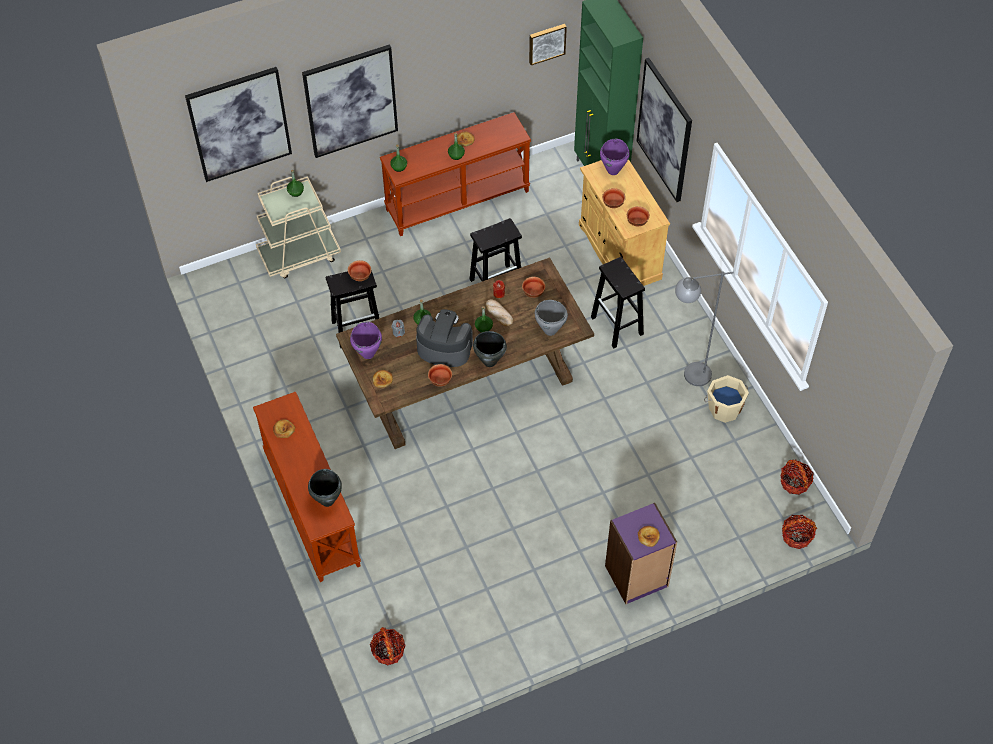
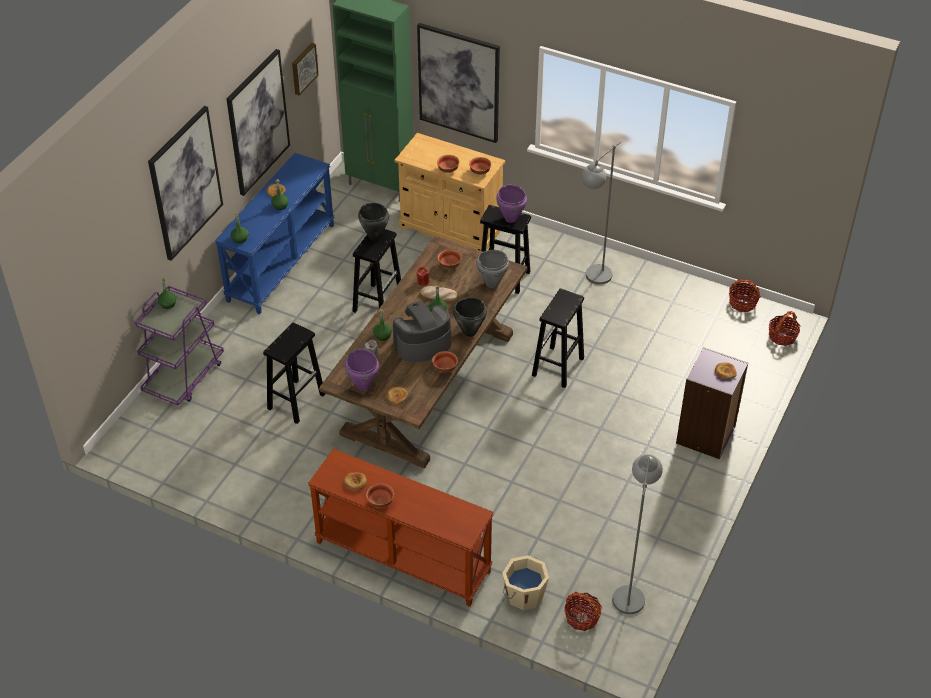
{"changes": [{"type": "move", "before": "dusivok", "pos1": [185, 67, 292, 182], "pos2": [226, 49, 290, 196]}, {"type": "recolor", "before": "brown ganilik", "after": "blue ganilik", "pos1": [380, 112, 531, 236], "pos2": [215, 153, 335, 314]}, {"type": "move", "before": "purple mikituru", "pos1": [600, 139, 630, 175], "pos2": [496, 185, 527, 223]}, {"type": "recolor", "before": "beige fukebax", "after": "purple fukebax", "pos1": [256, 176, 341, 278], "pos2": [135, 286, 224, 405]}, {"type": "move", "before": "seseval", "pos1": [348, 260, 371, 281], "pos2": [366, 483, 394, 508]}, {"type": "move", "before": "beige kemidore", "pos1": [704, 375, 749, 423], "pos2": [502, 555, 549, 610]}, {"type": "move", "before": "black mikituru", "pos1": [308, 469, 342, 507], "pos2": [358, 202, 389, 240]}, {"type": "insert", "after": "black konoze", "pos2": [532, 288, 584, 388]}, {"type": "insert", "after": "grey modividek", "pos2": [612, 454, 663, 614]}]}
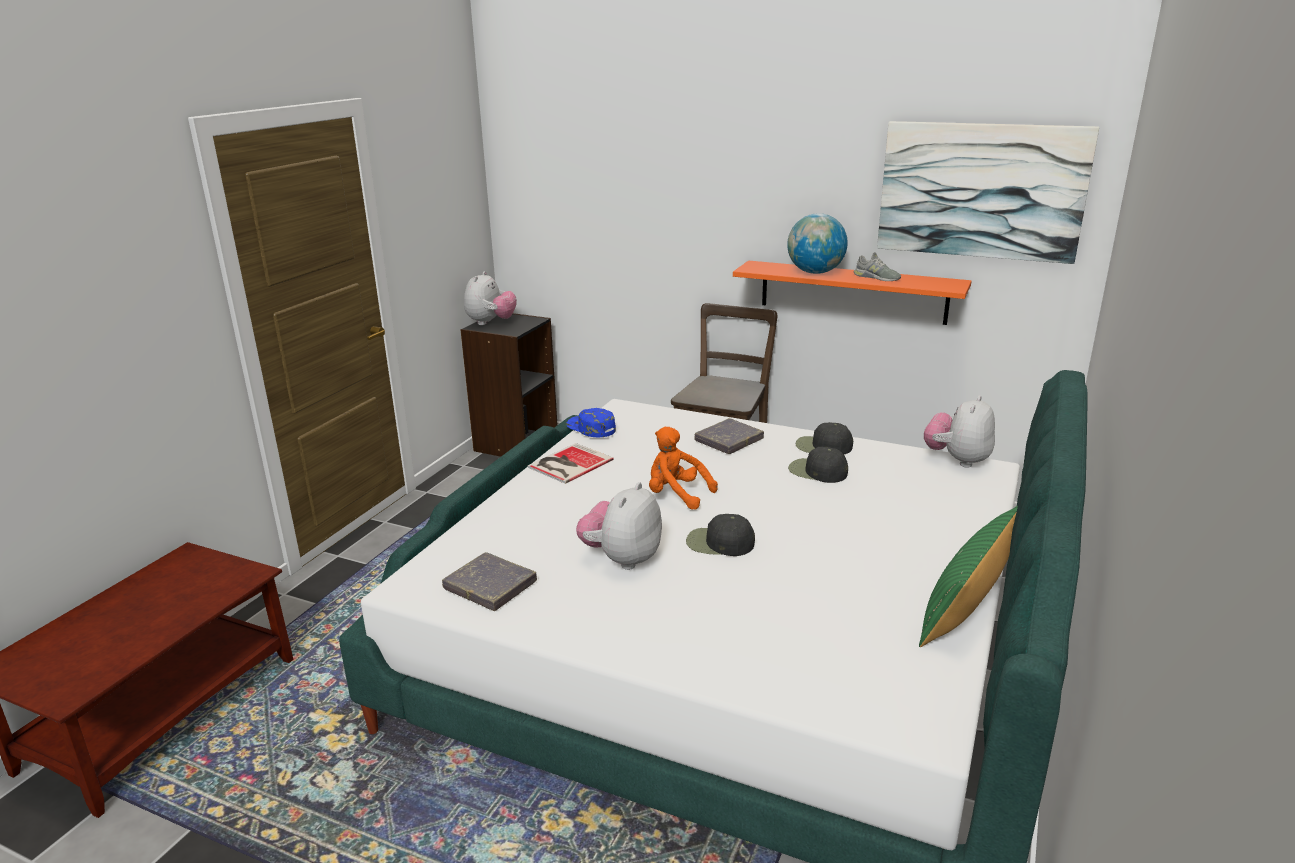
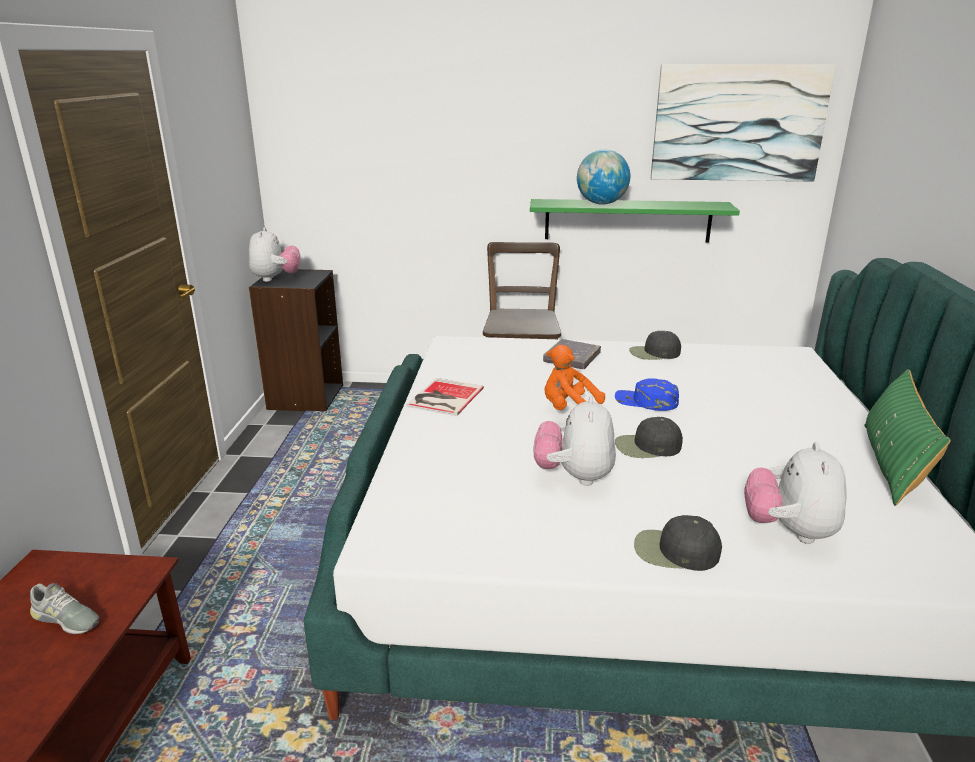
{"changes": [{"type": "move", "before": "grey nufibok", "pos1": [854, 252, 901, 281], "pos2": [30, 583, 99, 634]}, {"type": "recolor", "before": "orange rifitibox", "after": "green rifitibox", "pos1": [733, 261, 972, 325], "pos2": [530, 199, 740, 243]}, {"type": "move", "before": "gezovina", "pos1": [924, 395, 995, 468], "pos2": [744, 442, 847, 544]}, {"type": "move", "before": "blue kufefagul", "pos1": [566, 408, 616, 437], "pos2": [615, 378, 679, 411]}, {"type": "move", "before": "black kufefagul", "pos1": [788, 447, 848, 483], "pos2": [634, 515, 722, 571]}, {"type": "delete", "before": "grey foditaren", "pos1": [442, 552, 537, 611]}]}
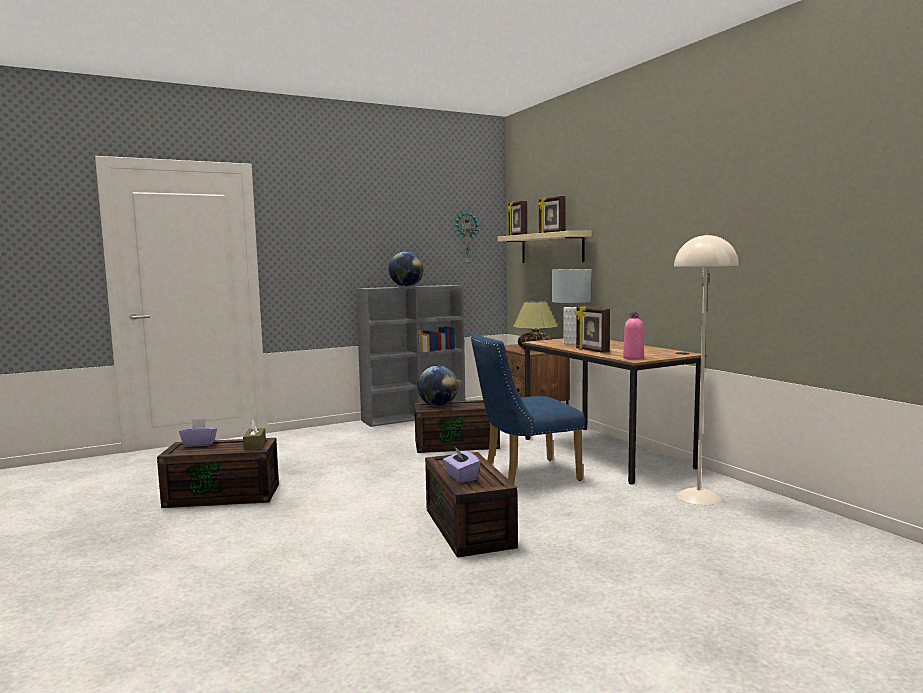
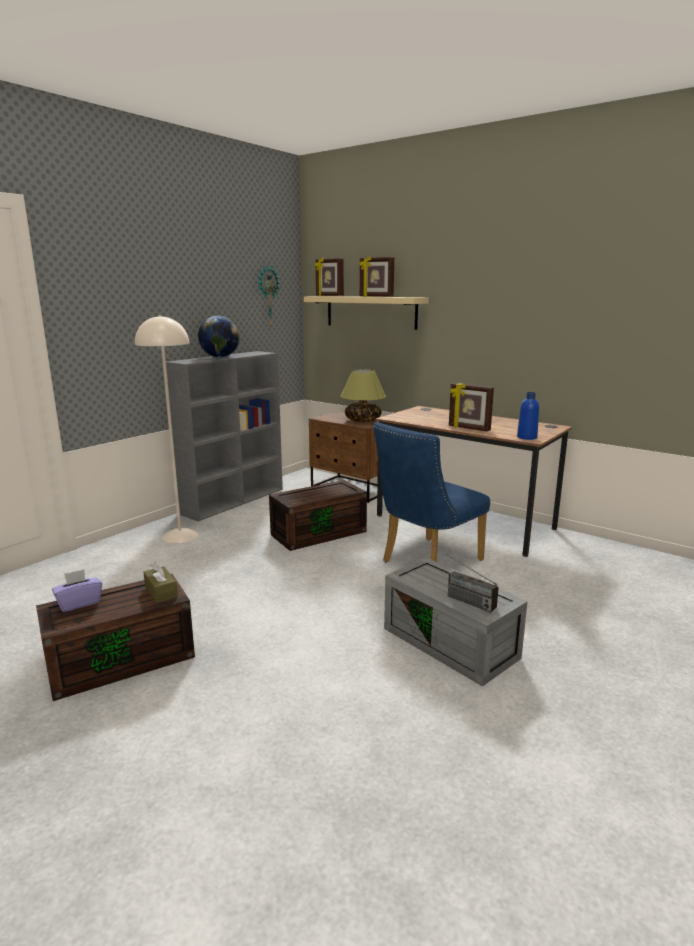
{"changes": [{"type": "move", "before": "beige modividek", "pos1": [674, 233, 739, 505], "pos2": [135, 315, 198, 543]}, {"type": "delete", "before": "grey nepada", "pos1": [552, 269, 591, 344]}, {"type": "recolor", "before": "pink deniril", "after": "blue deniril", "pos1": [623, 312, 644, 360], "pos2": [517, 392, 539, 440]}, {"type": "delete", "before": "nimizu", "pos1": [417, 366, 458, 406]}, {"type": "replace", "before": "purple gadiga", "after": "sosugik", "pos1": [443, 446, 480, 483], "pos2": [433, 546, 499, 612]}, {"type": "recolor", "before": "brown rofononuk", "after": "grey rofononuk", "pos1": [425, 452, 518, 558], "pos2": [384, 558, 528, 686]}]}
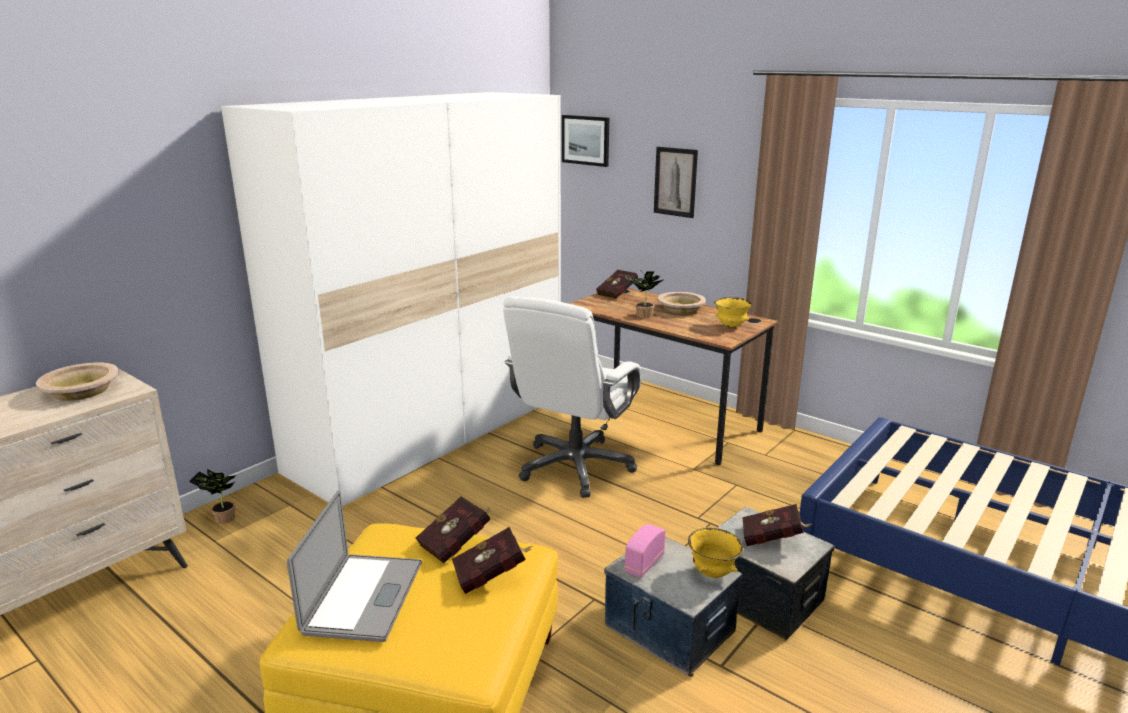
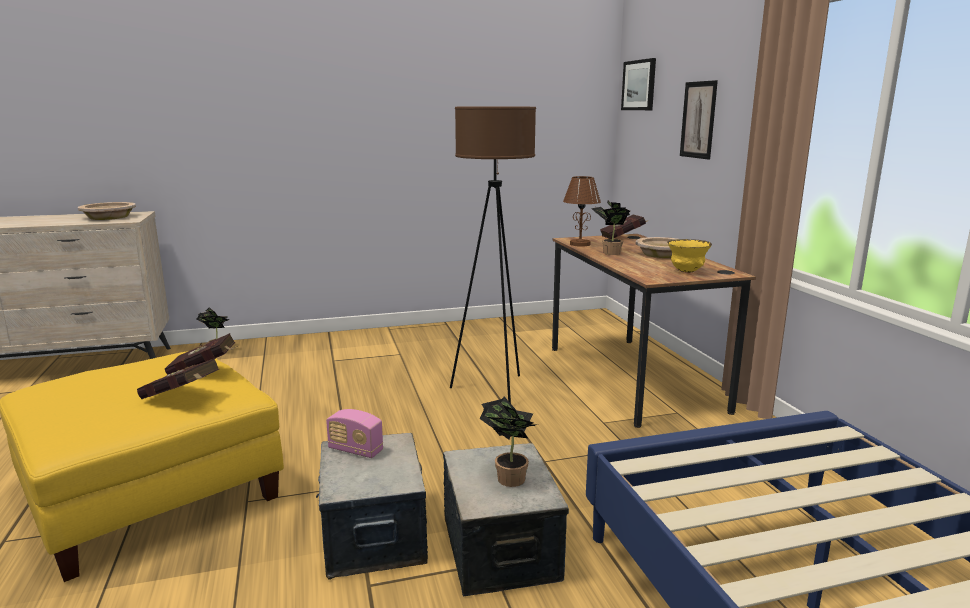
{"changes": [{"type": "delete", "before": "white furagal", "pos1": [221, 92, 561, 506]}, {"type": "replace", "before": "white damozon", "after": "brown modividek", "pos1": [503, 296, 641, 498], "pos2": [450, 107, 536, 403]}, {"type": "delete", "before": "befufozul", "pos1": [287, 489, 422, 642]}, {"type": "replace", "before": "red foditaren", "after": "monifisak", "pos1": [742, 504, 812, 546], "pos2": [480, 396, 539, 487]}, {"type": "rotate", "before": "sosugik", "pos1": [625, 524, 665, 578], "pos2": [326, 409, 383, 458], "turn": -135}, {"type": "delete", "before": "yellow seseval", "pos1": [688, 528, 743, 578]}, {"type": "insert", "after": "brown nepada", "pos2": [563, 176, 601, 247]}]}
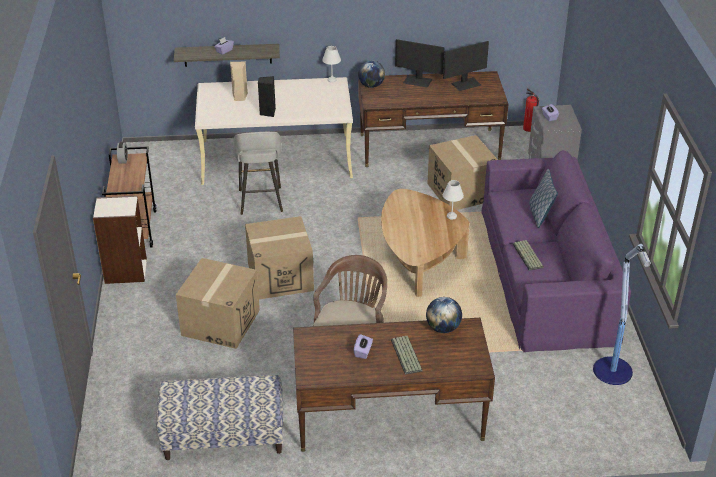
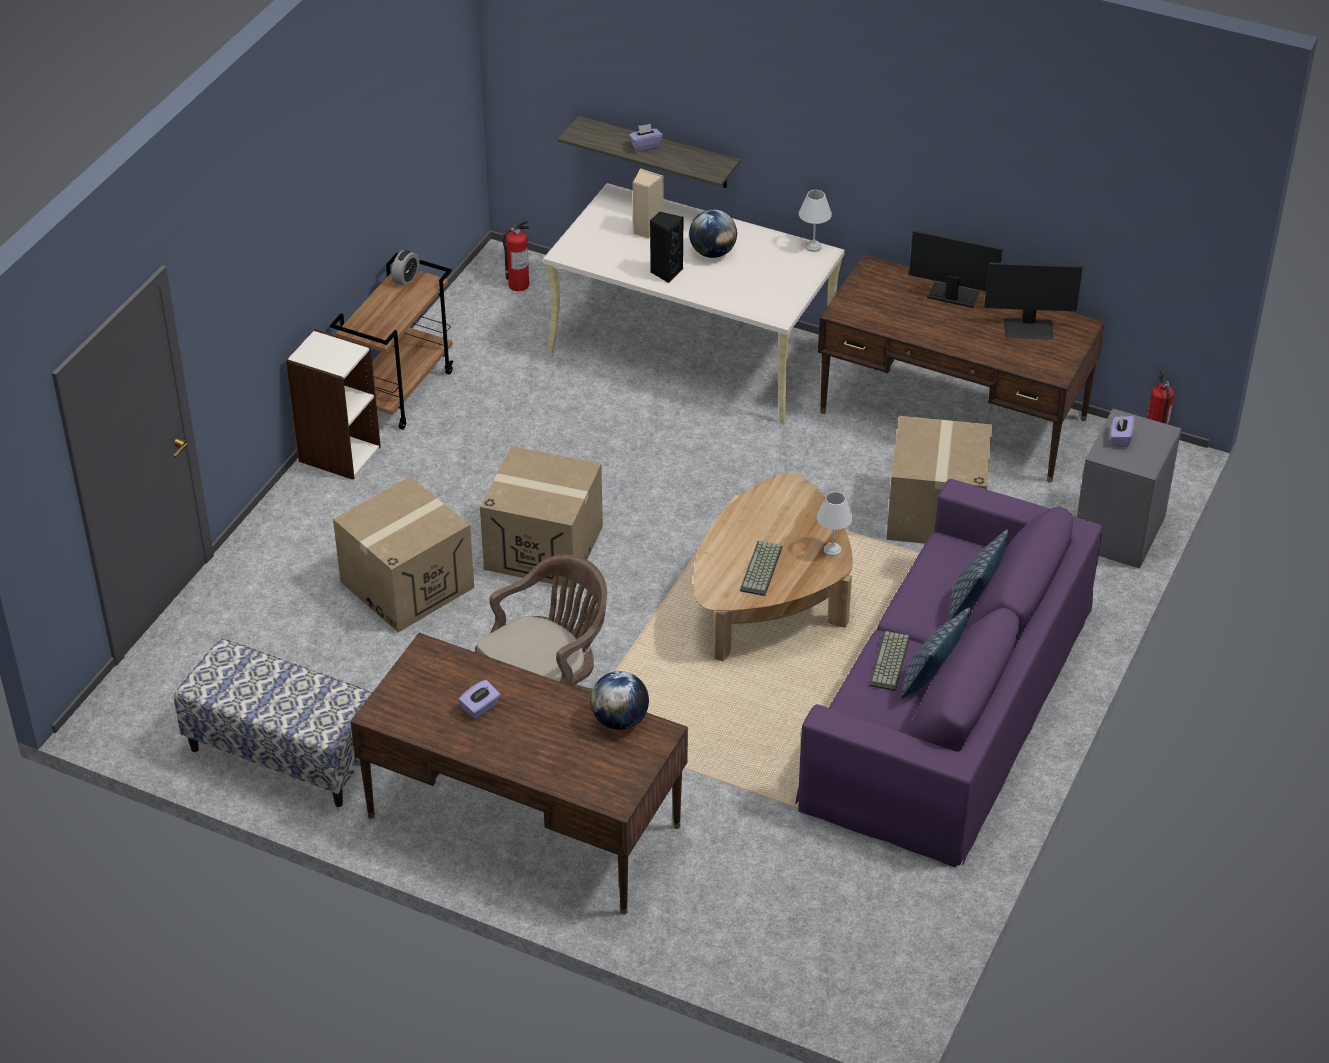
{"changes": [{"type": "rotate", "before": "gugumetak", "pos1": [395, 39, 445, 88], "pos2": [909, 230, 1003, 308], "turn": 150}, {"type": "move", "before": "nimizu", "pos1": [358, 60, 385, 88], "pos2": [689, 209, 737, 258]}, {"type": "delete", "before": "grey konoze", "pos1": [233, 132, 283, 215]}, {"type": "delete", "before": "modividek", "pos1": [593, 244, 651, 385]}, {"type": "move", "before": "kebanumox", "pos1": [391, 336, 423, 375], "pos2": [740, 540, 783, 596]}, {"type": "insert", "after": "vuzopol", "pos2": [502, 220, 529, 291]}, {"type": "insert", "after": "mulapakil", "pos2": [900, 608, 971, 698]}]}
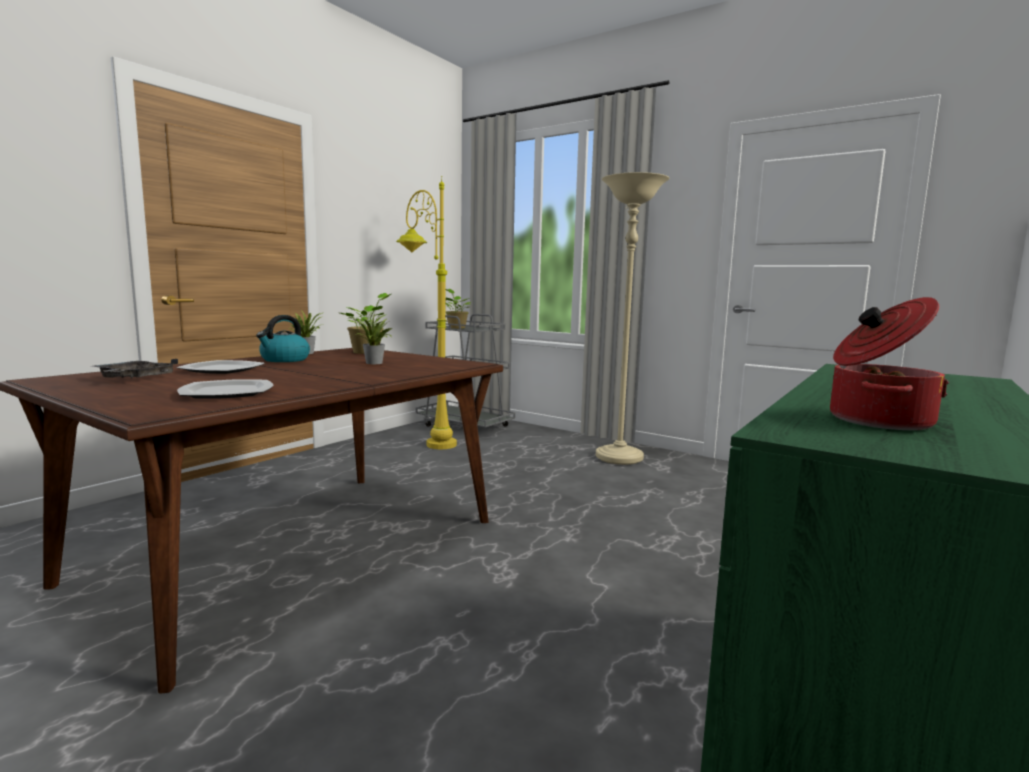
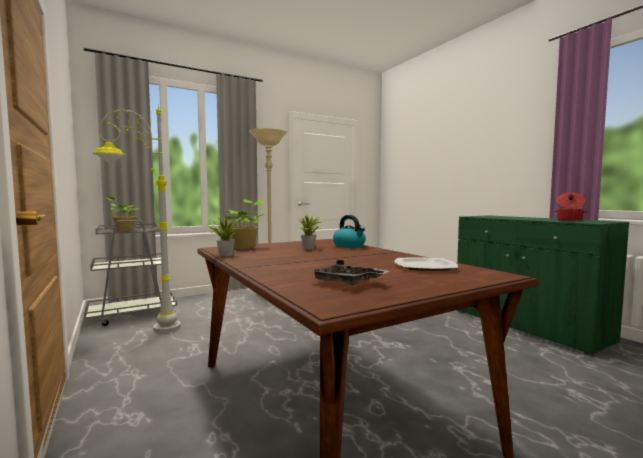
{"changes": [{"type": "recolor", "before": "yellow modividek", "after": "grey modividek", "pos1": [396, 176, 457, 449], "pos2": [93, 104, 181, 333]}, {"type": "move", "before": "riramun", "pos1": [256, 315, 310, 362], "pos2": [333, 215, 366, 248]}, {"type": "delete", "before": "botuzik", "pos1": [177, 360, 265, 374]}]}
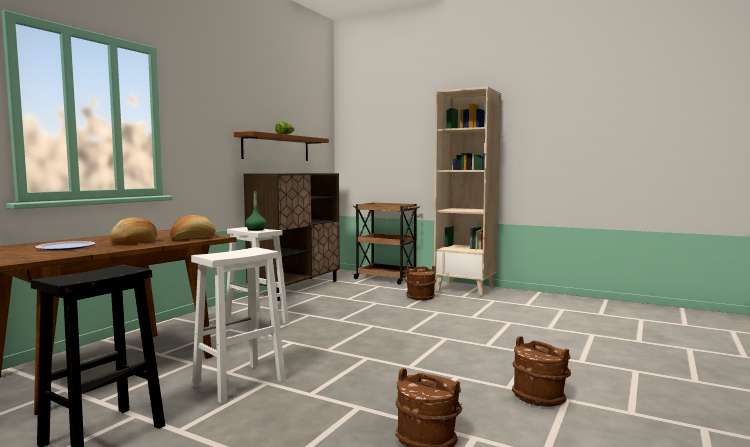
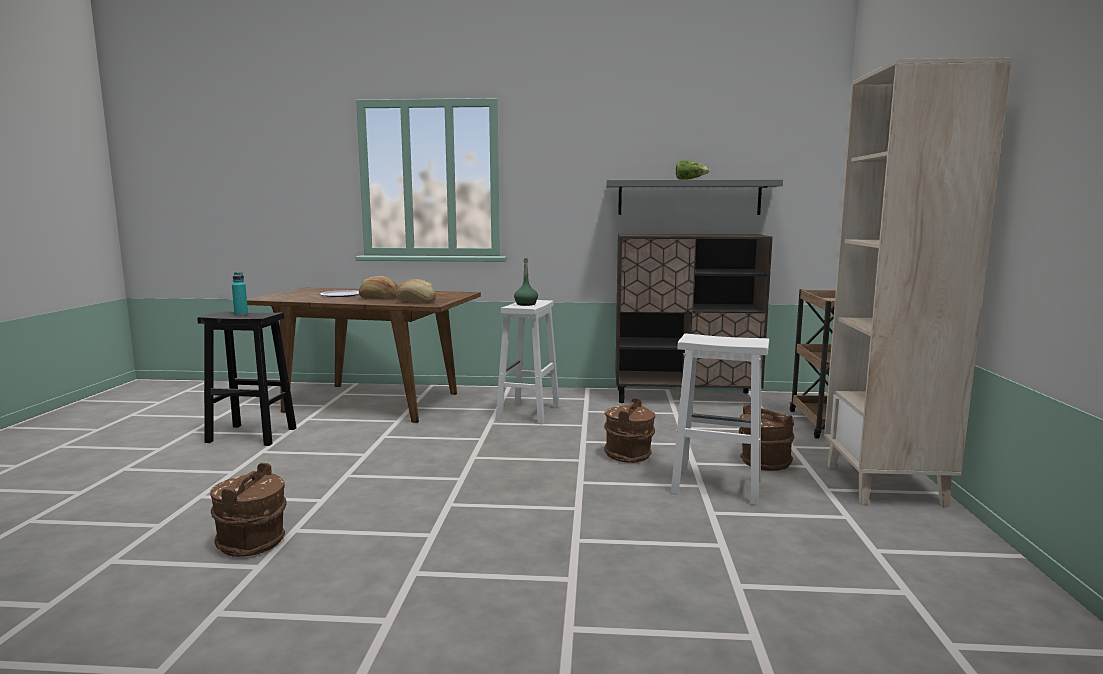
{"changes": [{"type": "recolor", "before": "brown rifitibox", "after": "grey rifitibox", "pos1": [234, 131, 329, 161], "pos2": [606, 179, 783, 215]}, {"type": "move", "before": "white konoze", "pos1": [191, 247, 286, 404], "pos2": [671, 334, 769, 506]}, {"type": "move", "before": "brown kemidore", "pos1": [512, 336, 571, 407], "pos2": [604, 398, 655, 463]}, {"type": "insert", "after": "turquoise deniril", "pos2": [232, 272, 248, 315]}]}
